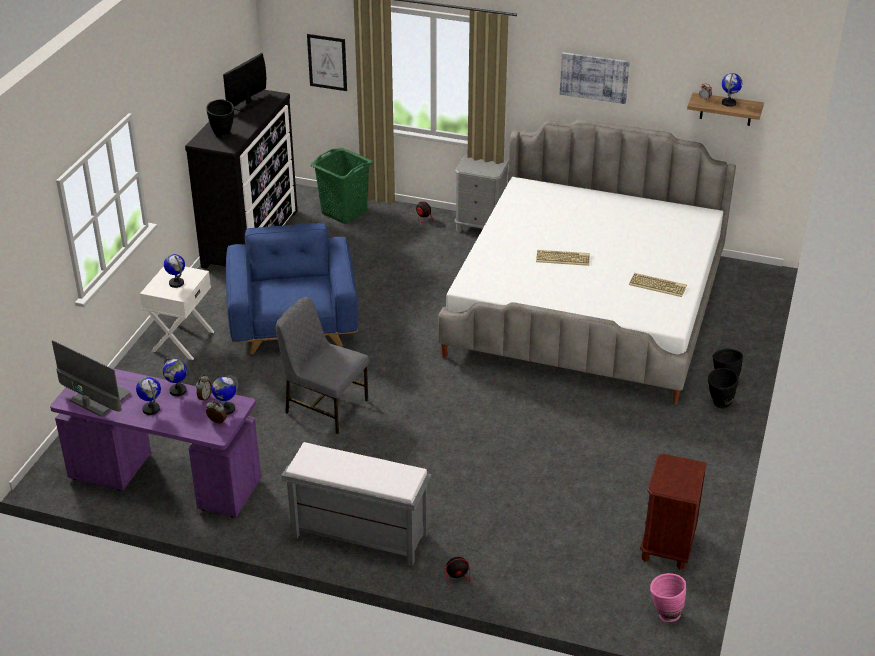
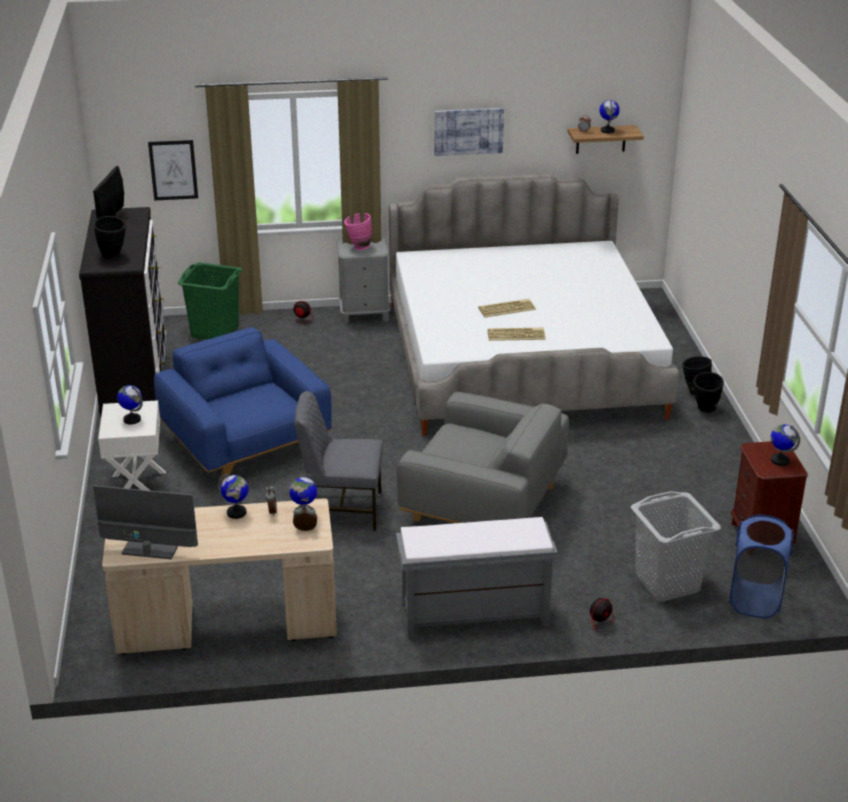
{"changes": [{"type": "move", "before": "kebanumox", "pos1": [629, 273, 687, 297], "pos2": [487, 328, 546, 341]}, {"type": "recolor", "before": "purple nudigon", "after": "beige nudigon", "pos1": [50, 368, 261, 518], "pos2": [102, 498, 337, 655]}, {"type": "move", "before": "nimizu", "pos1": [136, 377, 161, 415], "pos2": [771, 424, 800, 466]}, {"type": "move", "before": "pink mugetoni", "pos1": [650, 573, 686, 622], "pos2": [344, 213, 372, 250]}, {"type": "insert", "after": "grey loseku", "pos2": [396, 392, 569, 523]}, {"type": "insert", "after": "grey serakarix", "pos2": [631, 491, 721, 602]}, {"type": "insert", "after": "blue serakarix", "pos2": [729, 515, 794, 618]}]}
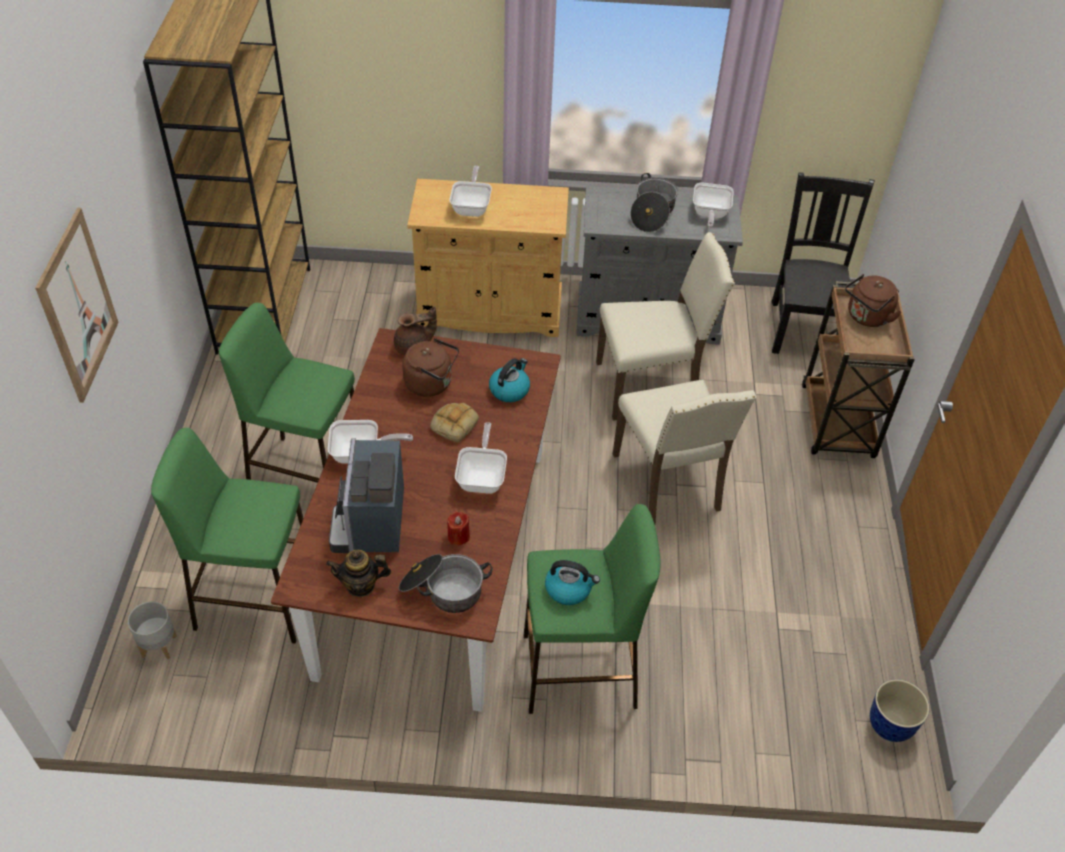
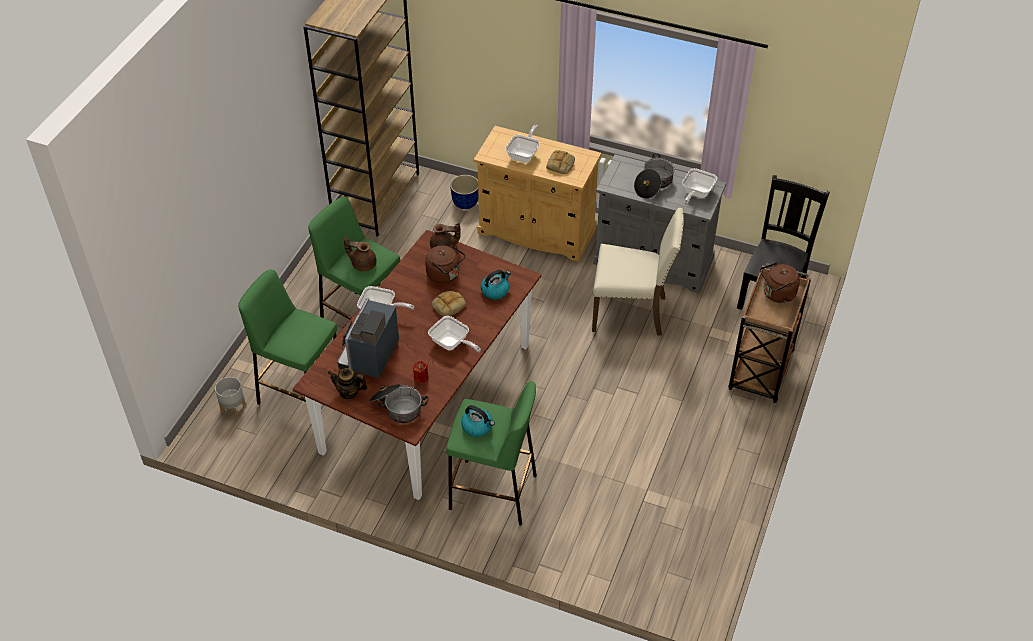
{"changes": [{"type": "delete", "before": "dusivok", "pos1": [35, 208, 119, 403]}, {"type": "delete", "before": "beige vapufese", "pos1": [613, 380, 756, 525]}, {"type": "rotate", "before": "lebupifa", "pos1": [455, 422, 507, 494], "pos2": [428, 316, 481, 352], "turn": 105}, {"type": "move", "before": "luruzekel", "pos1": [870, 679, 930, 742], "pos2": [450, 175, 478, 209]}, {"type": "insert", "after": "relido", "pos2": [546, 150, 575, 174]}, {"type": "insert", "after": "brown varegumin", "pos2": [344, 237, 377, 272]}]}
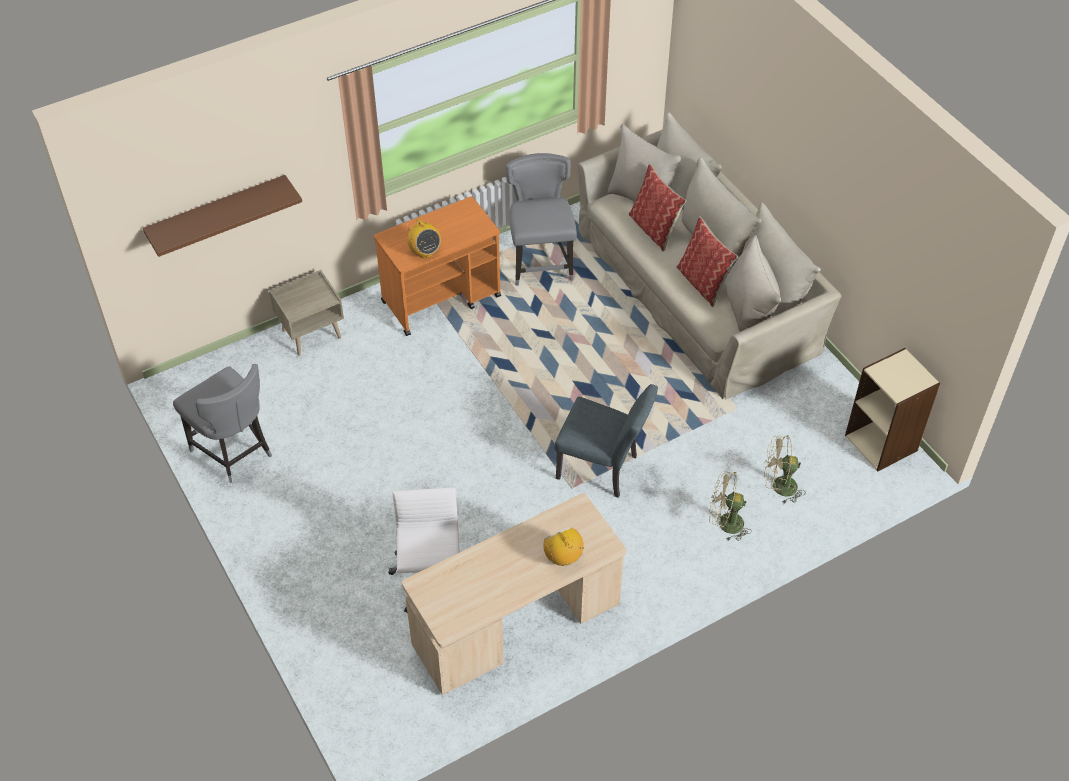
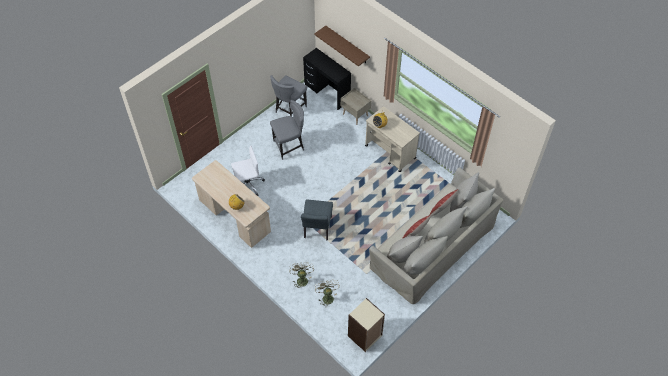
{"changes": [{"type": "move", "before": "grey vapufese", "pos1": [506, 153, 577, 286], "pos2": [270, 100, 304, 160]}, {"type": "recolor", "before": "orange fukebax", "after": "beige fukebax", "pos1": [374, 196, 501, 336], "pos2": [365, 106, 420, 172]}, {"type": "insert", "after": "black nudigon", "pos2": [303, 48, 351, 110]}]}
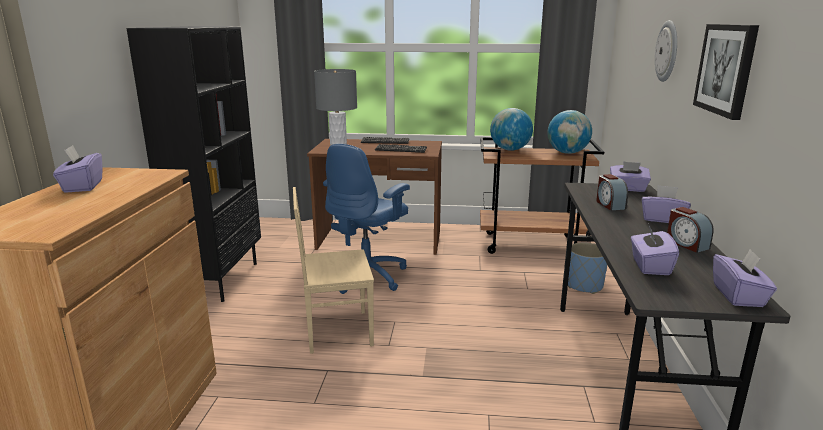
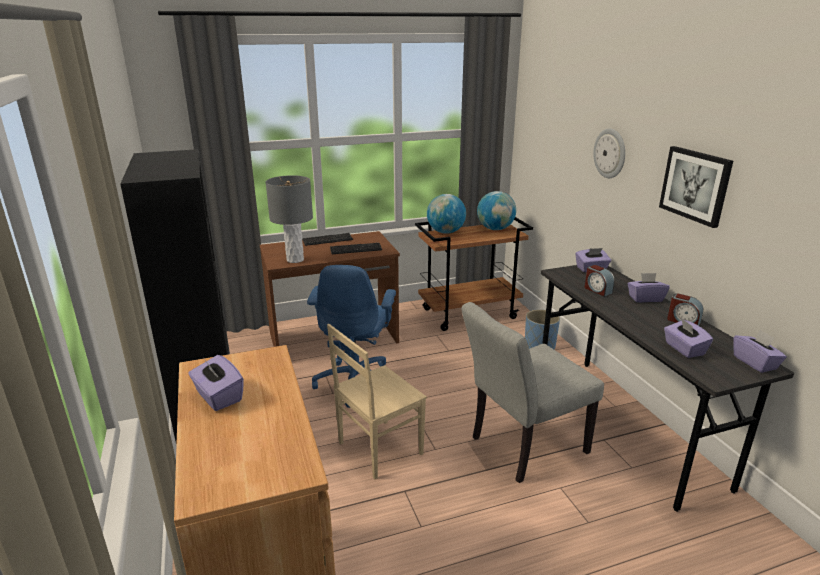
{"changes": [{"type": "insert", "after": "grey vapufese", "pos2": [462, 302, 604, 483]}]}
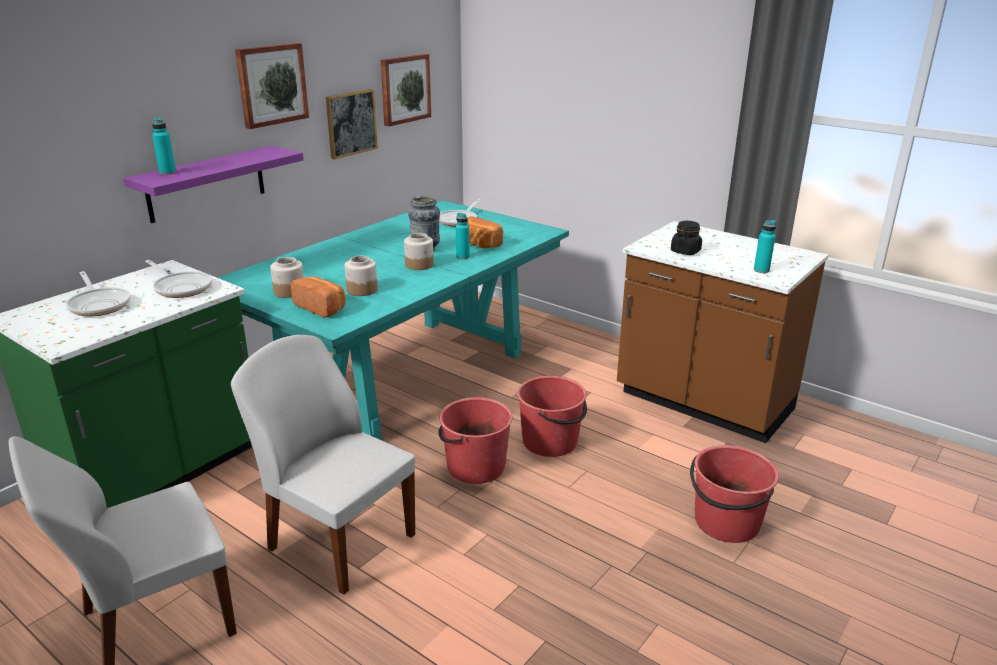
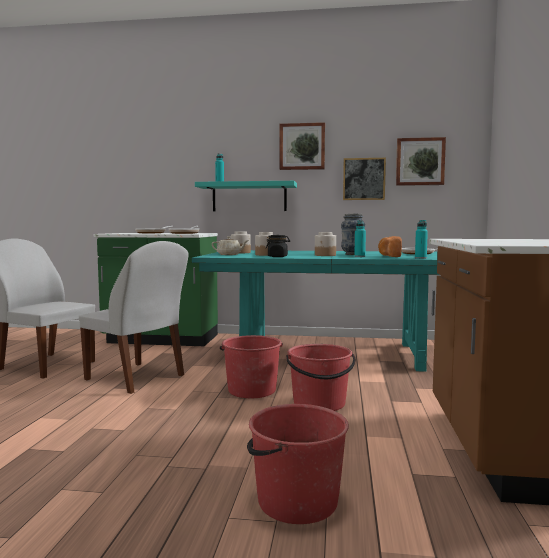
{"changes": [{"type": "recolor", "before": "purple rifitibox", "after": "turquoise rifitibox", "pos1": [123, 146, 304, 223], "pos2": [195, 181, 297, 211]}, {"type": "move", "before": "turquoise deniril", "pos1": [754, 220, 776, 273], "pos2": [415, 220, 428, 259]}, {"type": "move", "before": "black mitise", "pos1": [671, 221, 702, 255], "pos2": [266, 235, 290, 257]}, {"type": "replace", "before": "relido", "after": "beige varegumin", "pos1": [291, 276, 346, 318], "pos2": [212, 236, 249, 255]}, {"type": "rotate", "before": "white vapufese", "pos1": [231, 335, 415, 595], "pos2": [79, 241, 189, 394], "turn": 120}]}
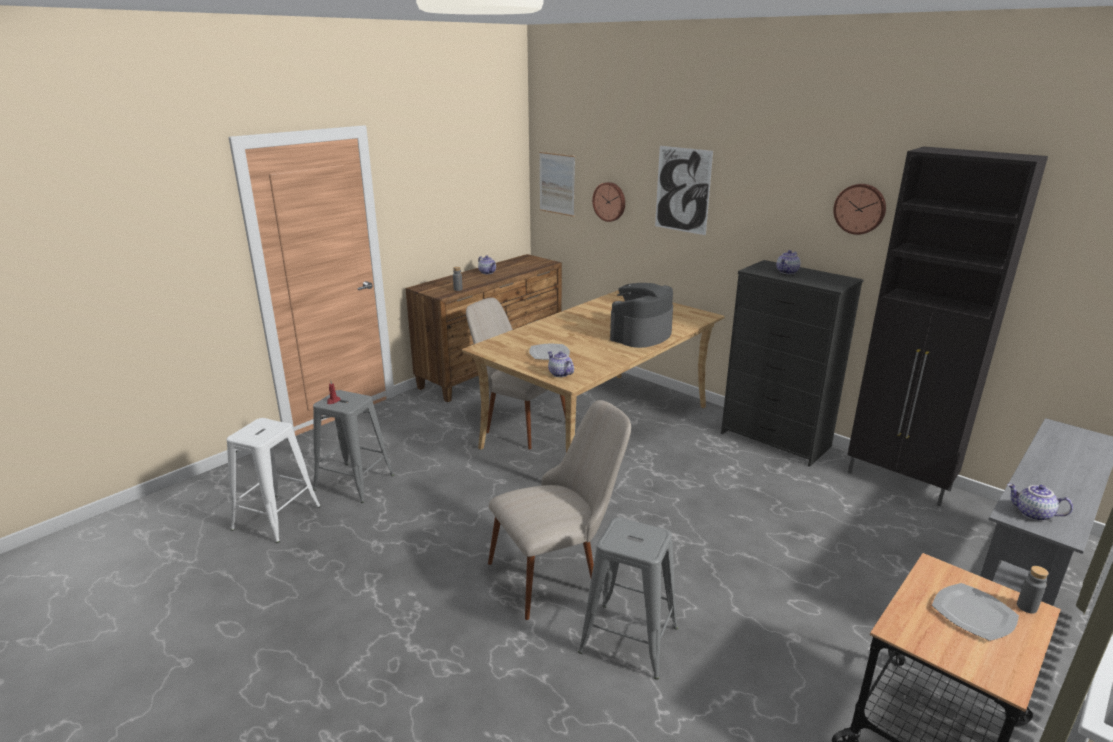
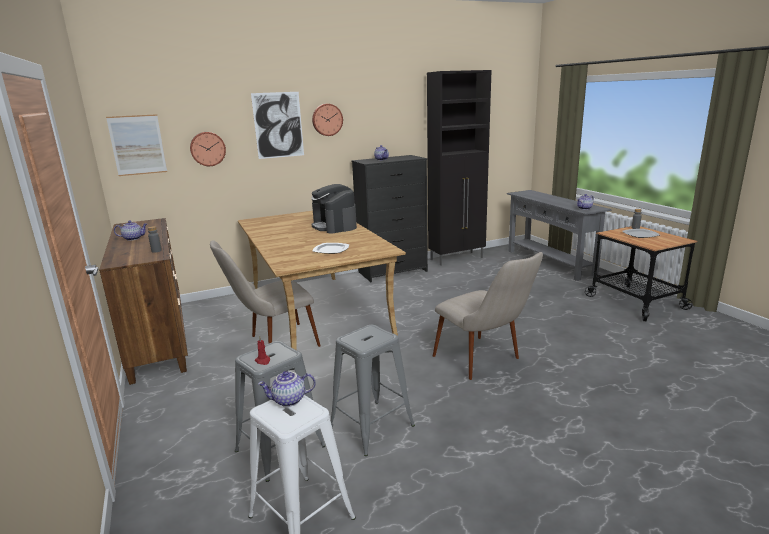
{"changes": [{"type": "move", "before": "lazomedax", "pos1": [833, 184, 886, 235], "pos2": [312, 104, 343, 136]}, {"type": "move", "before": "varegumin", "pos1": [548, 351, 574, 377], "pos2": [258, 371, 316, 407]}, {"type": "rotate", "before": "beige vapufese", "pos1": [488, 400, 631, 620], "pos2": [433, 252, 543, 380], "turn": 150}, {"type": "move", "before": "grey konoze", "pos1": [578, 517, 678, 680], "pos2": [331, 325, 415, 456]}]}
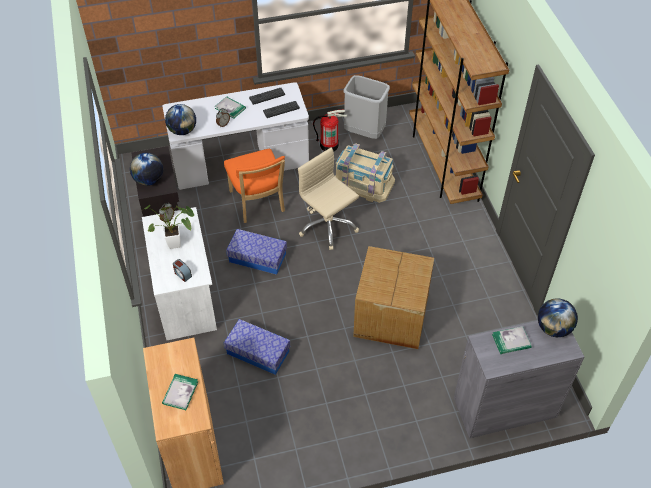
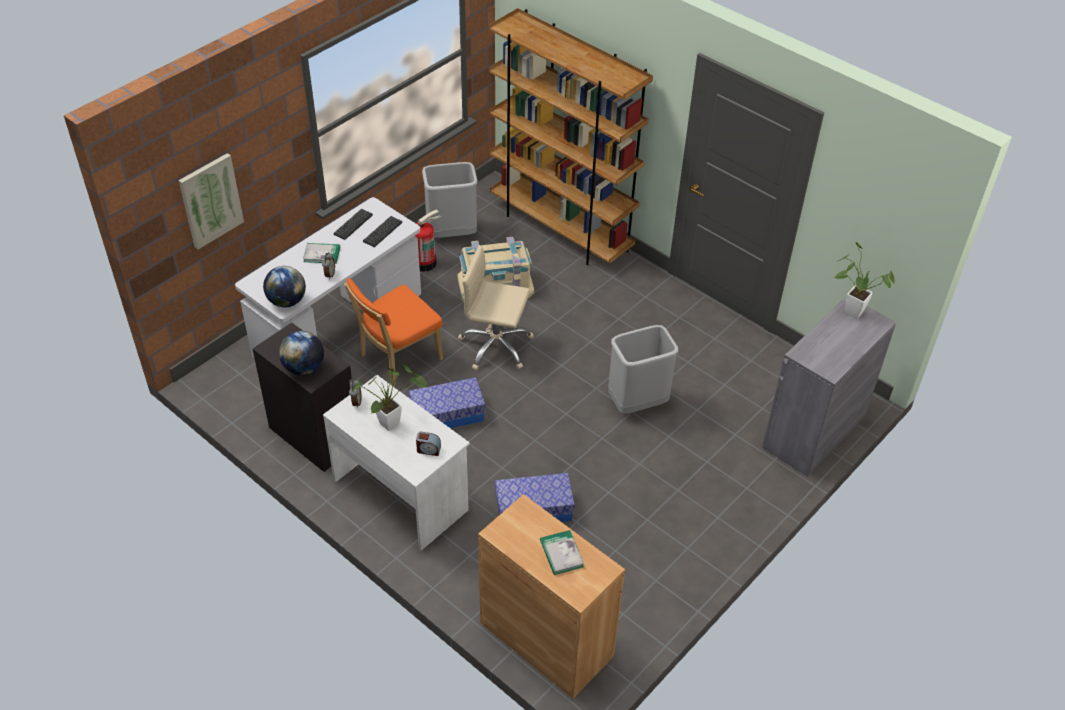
{"changes": [{"type": "rotate", "before": "orange vapufese", "pos1": [224, 149, 285, 223], "pos2": [344, 278, 443, 386], "turn": 105}, {"type": "replace", "before": "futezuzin", "after": "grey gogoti", "pos1": [353, 246, 434, 349], "pos2": [608, 325, 678, 413]}, {"type": "replace", "before": "nimizu", "after": "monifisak", "pos1": [538, 298, 578, 337], "pos2": [833, 241, 895, 319]}, {"type": "delete", "before": "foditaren", "pos1": [492, 326, 532, 354]}, {"type": "insert", "after": "dusivok", "pos2": [179, 153, 244, 249]}]}
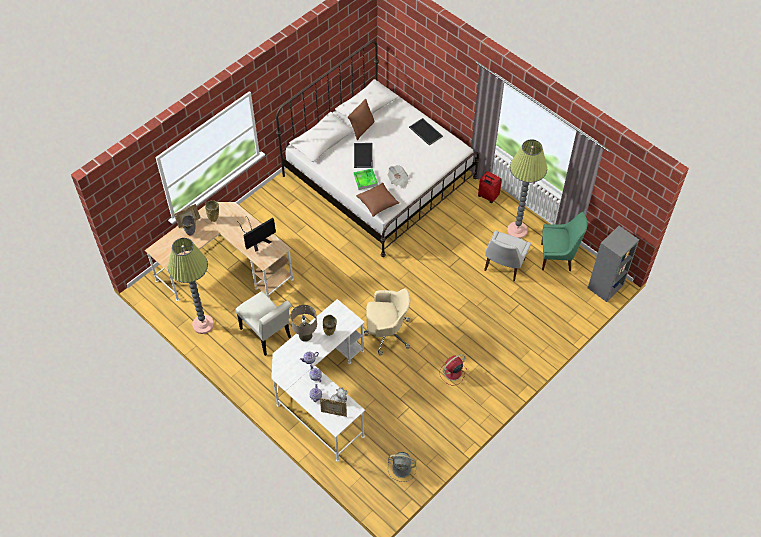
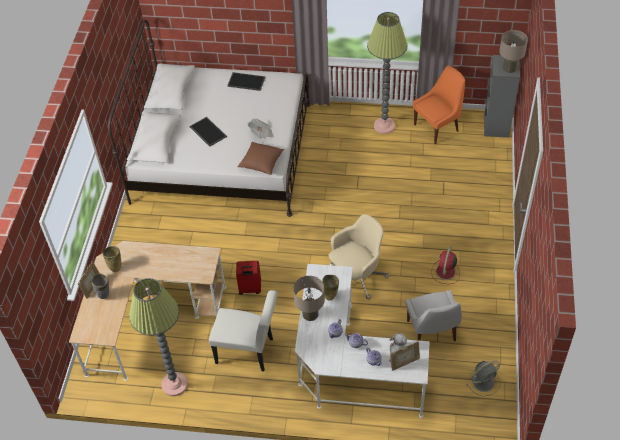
{"changes": [{"type": "delete", "before": "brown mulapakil", "pos1": [348, 99, 375, 140]}, {"type": "delete", "before": "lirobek", "pos1": [353, 168, 378, 190]}, {"type": "move", "before": "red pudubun", "pos1": [478, 171, 502, 203], "pos2": [236, 261, 261, 295]}, {"type": "recolor", "before": "green vapufese", "after": "orange vapufese", "pos1": [541, 212, 587, 271], "pos2": [413, 65, 465, 144]}, {"type": "delete", "before": "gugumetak", "pos1": [237, 216, 276, 252]}, {"type": "move", "before": "white vapufese", "pos1": [484, 231, 531, 281], "pos2": [405, 290, 462, 342]}, {"type": "insert", "after": "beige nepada", "pos2": [499, 30, 528, 73]}]}
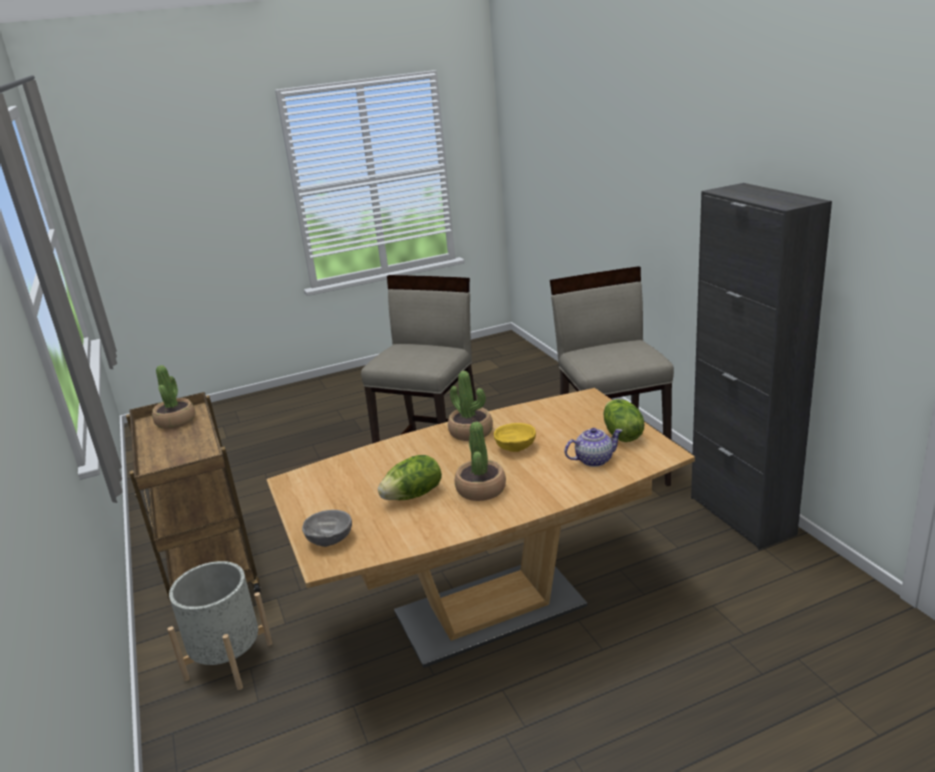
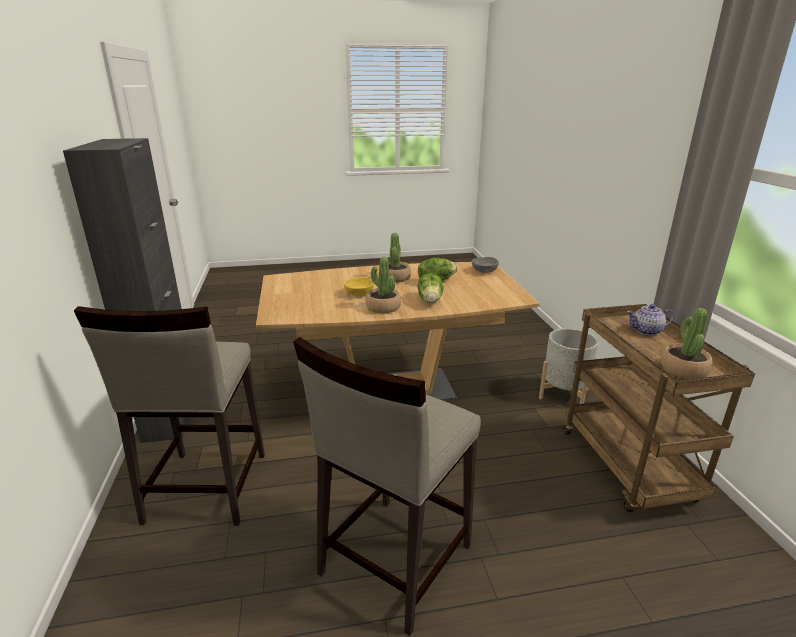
{"changes": [{"type": "move", "before": "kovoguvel", "pos1": [604, 399, 644, 442], "pos2": [418, 273, 444, 303]}, {"type": "move", "before": "varegumin", "pos1": [564, 428, 623, 467], "pos2": [627, 304, 674, 336]}]}
